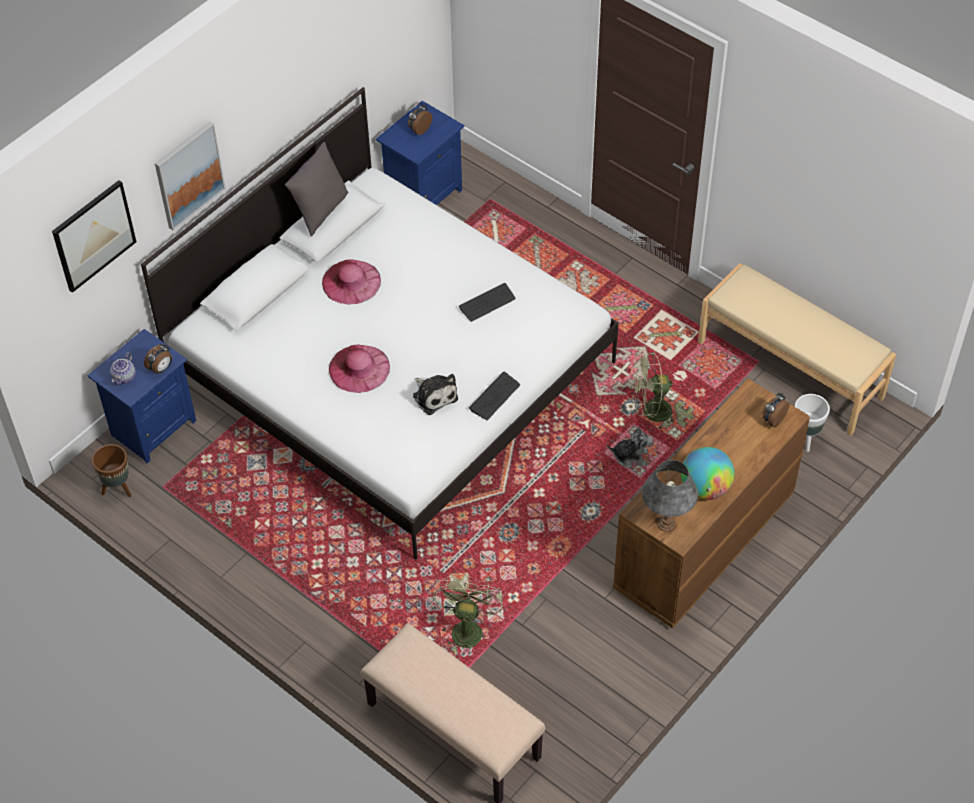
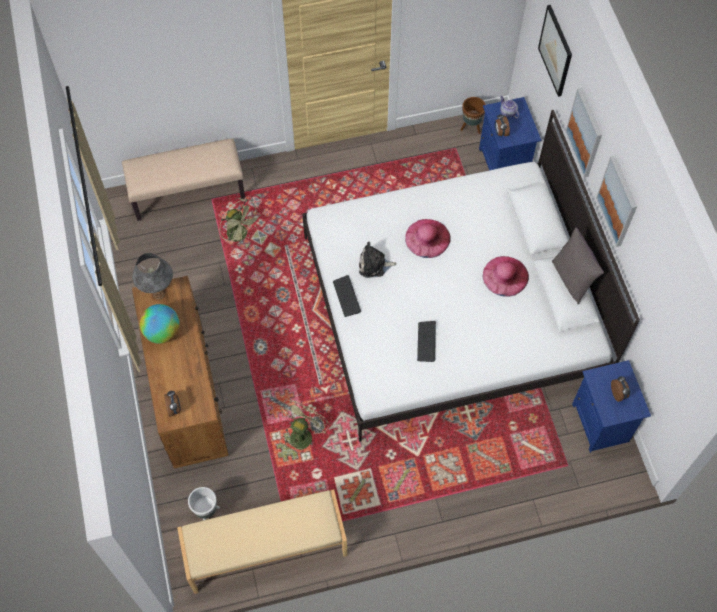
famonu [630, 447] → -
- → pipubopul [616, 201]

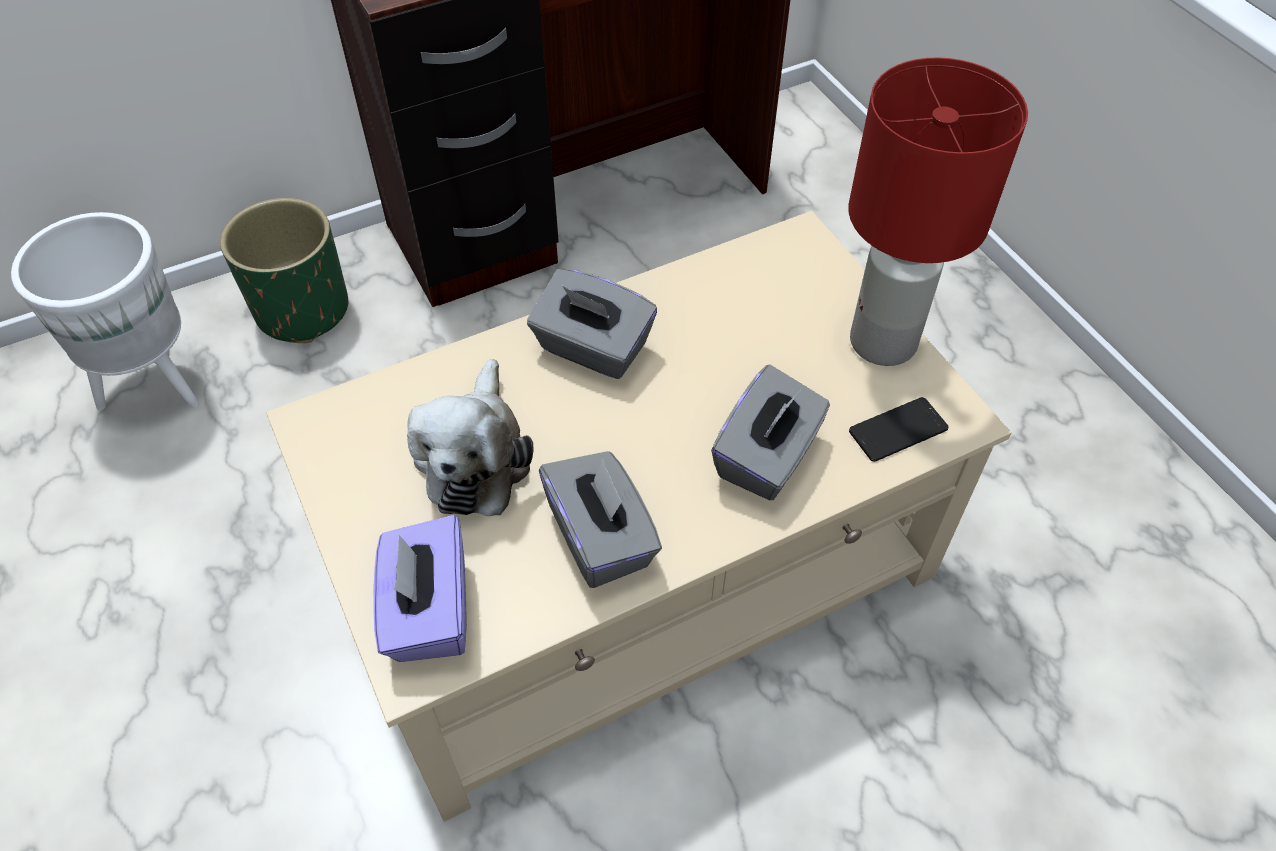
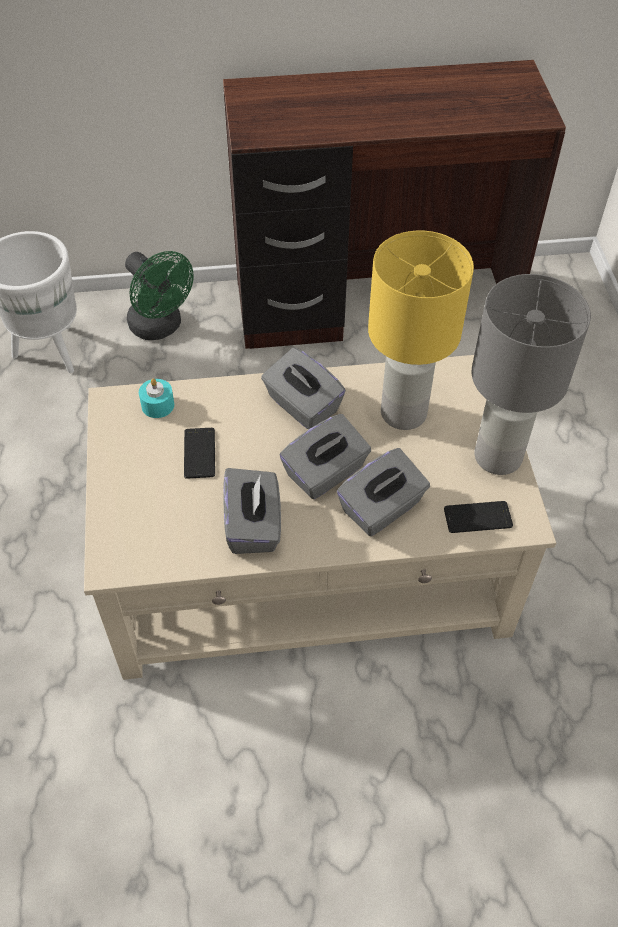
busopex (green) [284, 270] → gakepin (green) [159, 295]
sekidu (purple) [420, 588] → -
famonu [470, 437] → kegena [199, 453]
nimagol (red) [938, 211] → nimagol (grey) [531, 374]
- → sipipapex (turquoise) [156, 398]
- → sekidu (grey) [325, 456]
- → nimagol (yellow) [421, 330]

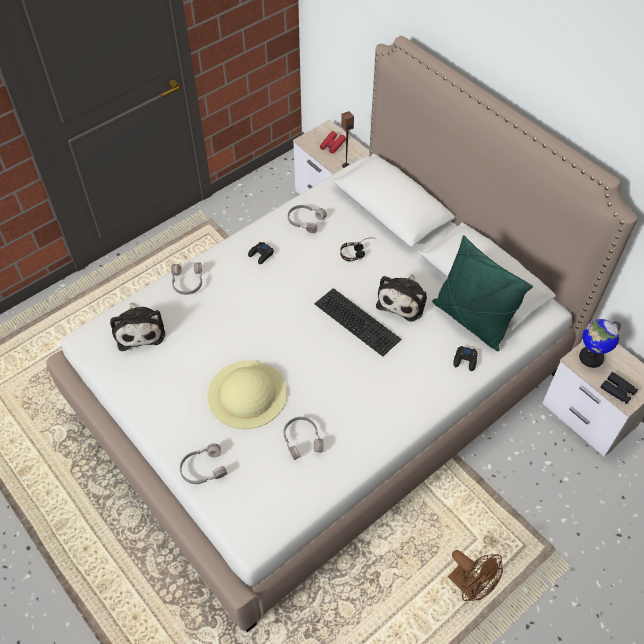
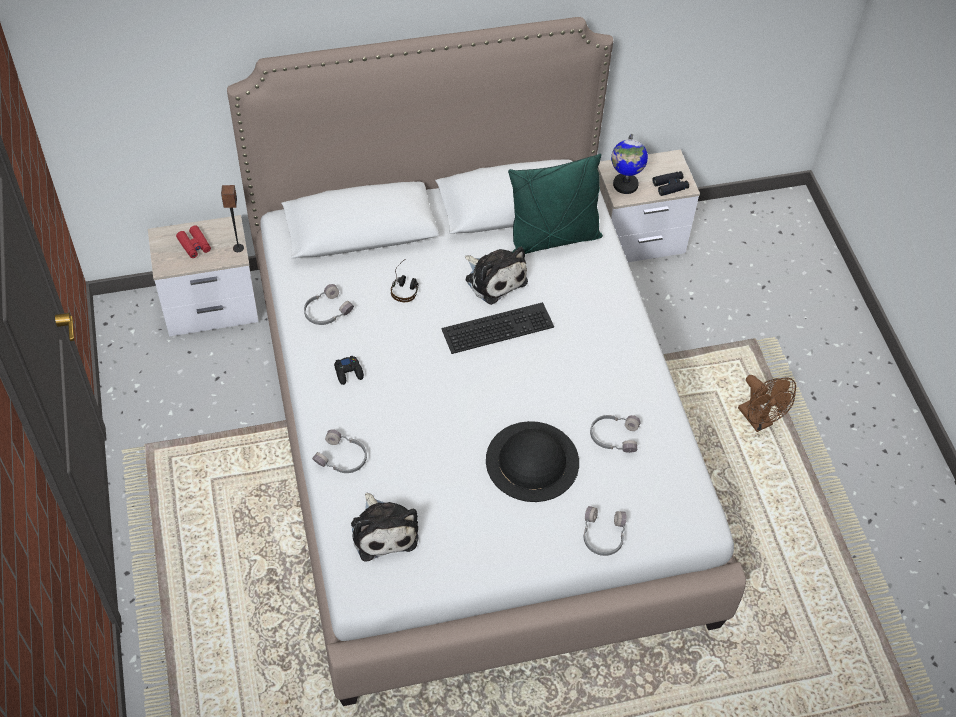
famonu [137, 327] → famonu [385, 527], 60 degrees clockwise
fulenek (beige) [247, 394] → fulenek (black) [532, 461]
gakepin (brown) [475, 575] → gakepin (brown) [767, 403], 75 degrees clockwise
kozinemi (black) [465, 358] → -

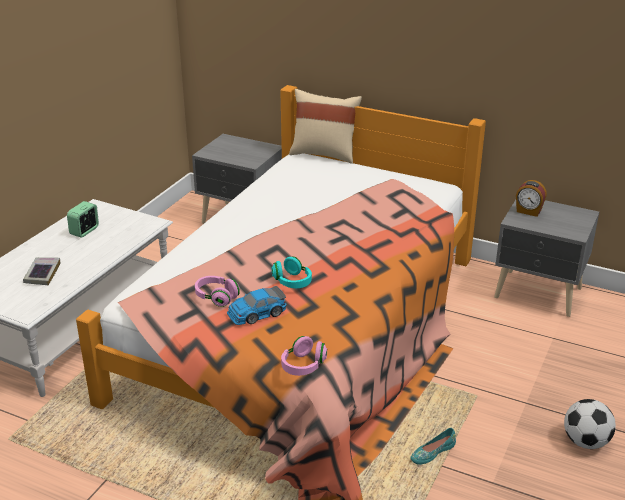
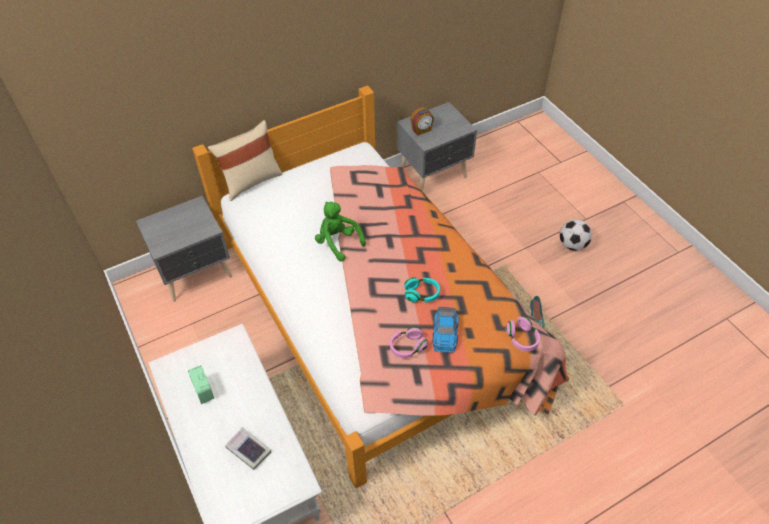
- → famonu (green) [340, 232]

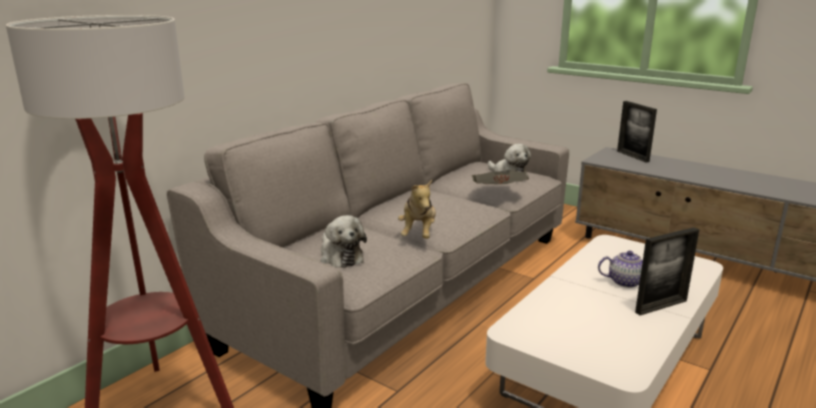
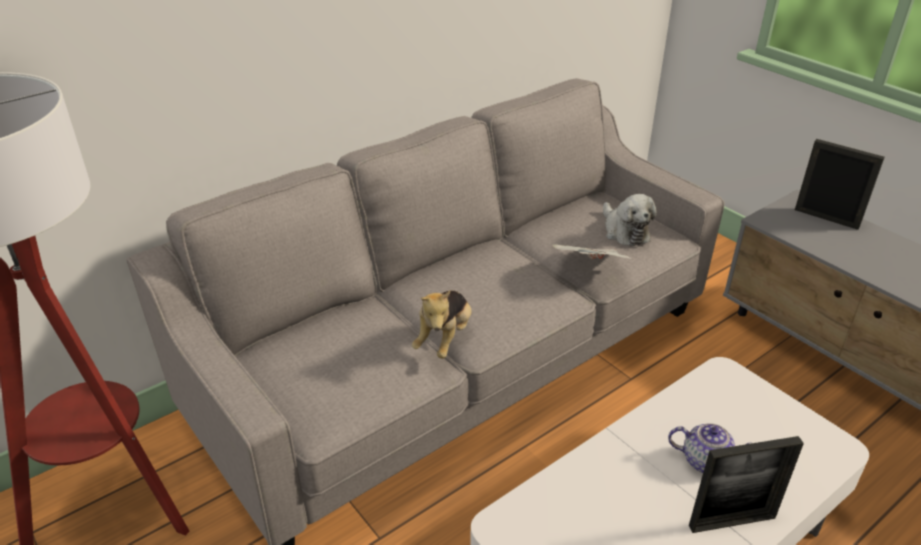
famonu [343, 241] → -
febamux [637, 132] → febamux [840, 184], 135 degrees clockwise

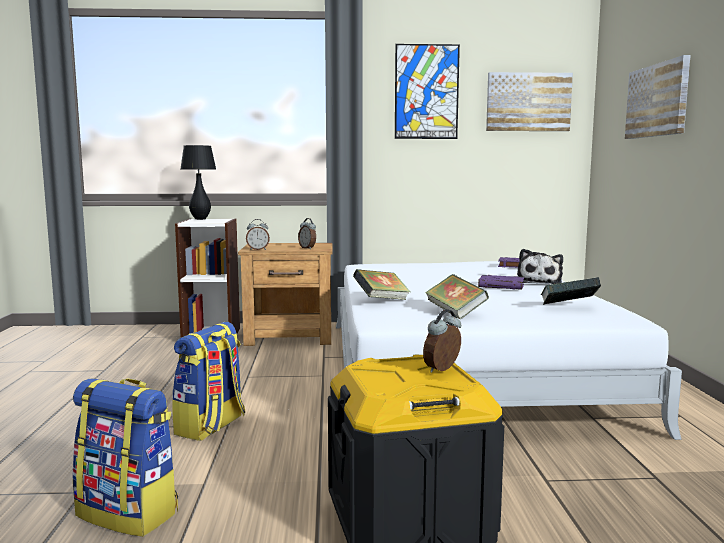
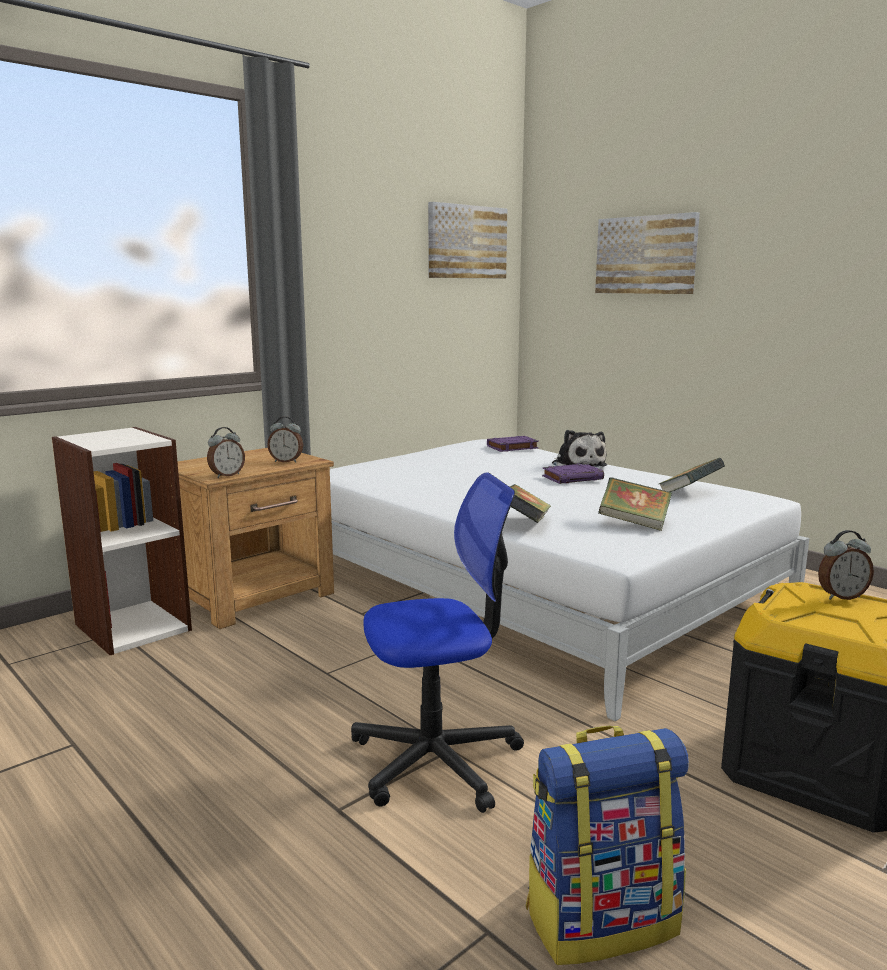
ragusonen [208, 381] → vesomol [437, 642]
nimagol (black) [198, 182] → -
pipubopul [427, 91] → -
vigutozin [442, 341] → vigutozin [846, 565], 105 degrees counterclockwise

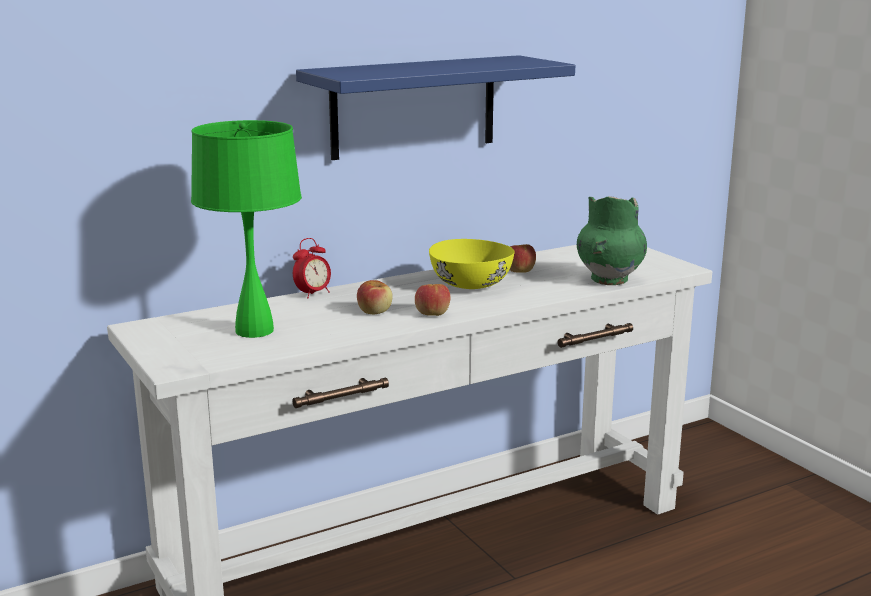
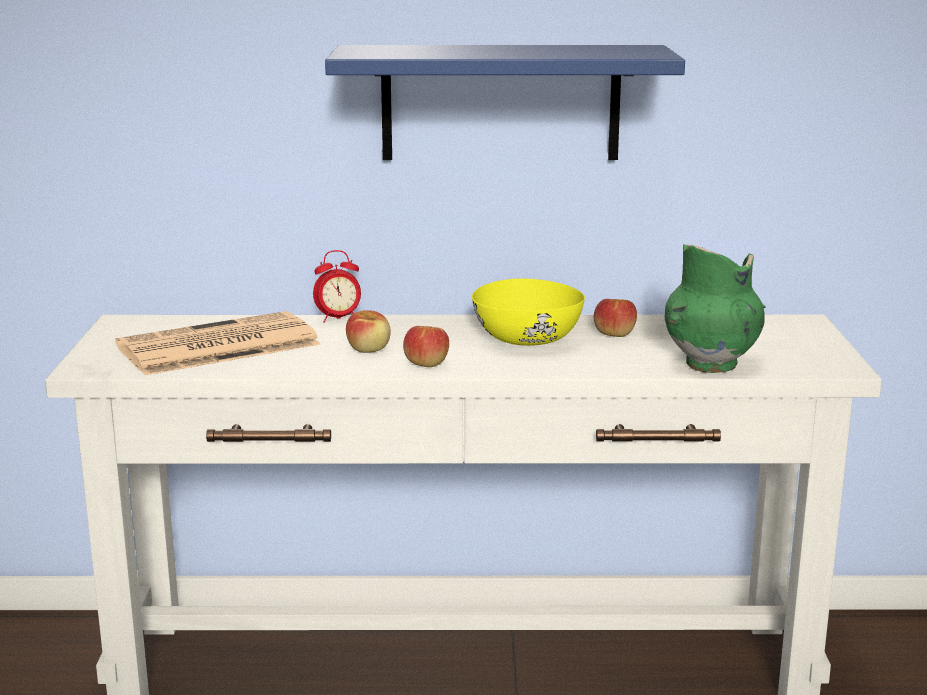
nimagol (green) [246, 229] → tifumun [217, 343]

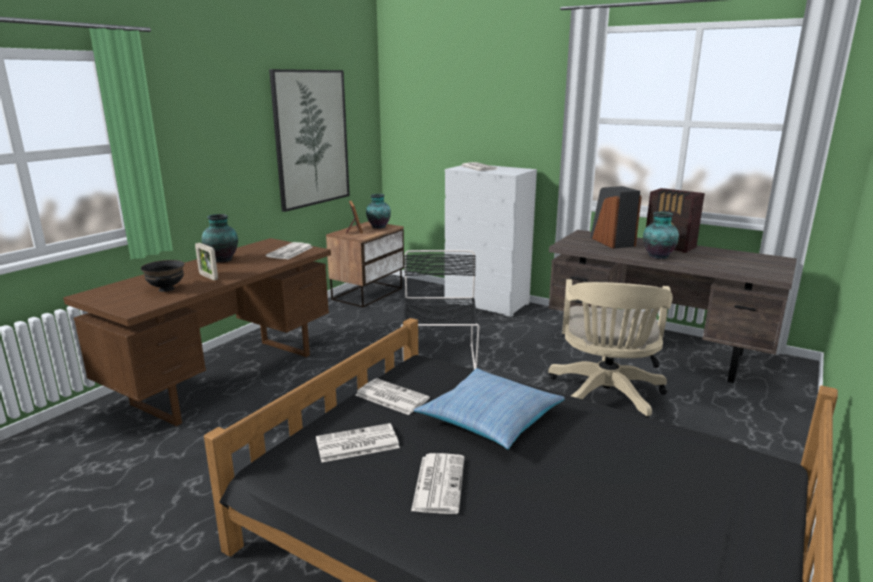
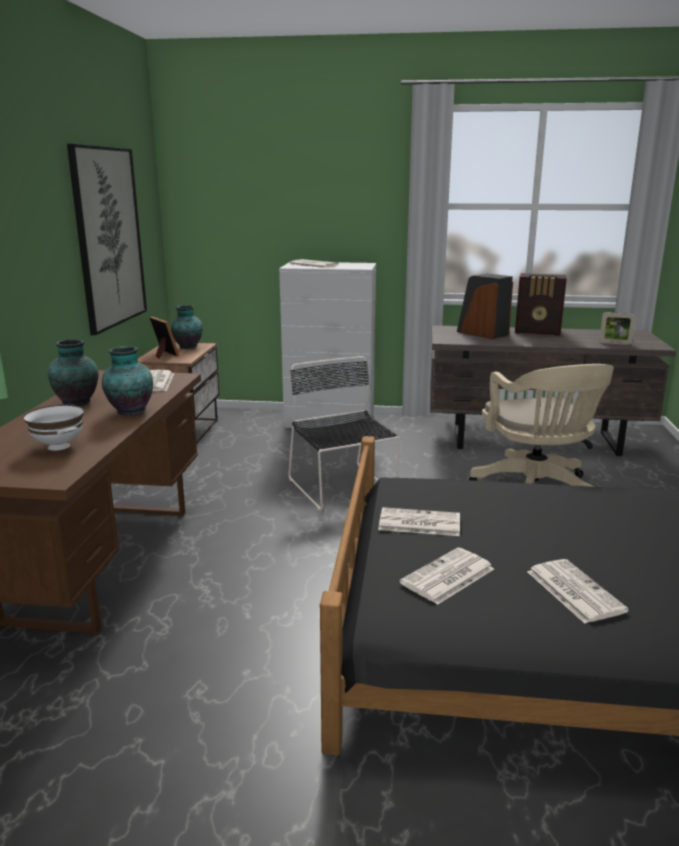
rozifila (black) [163, 276] → rozifila (white) [53, 428]
febamux [206, 261] → febamux [617, 328], shifted
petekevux [489, 409] → -
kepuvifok [661, 235] → kepuvifok [127, 381], shifted

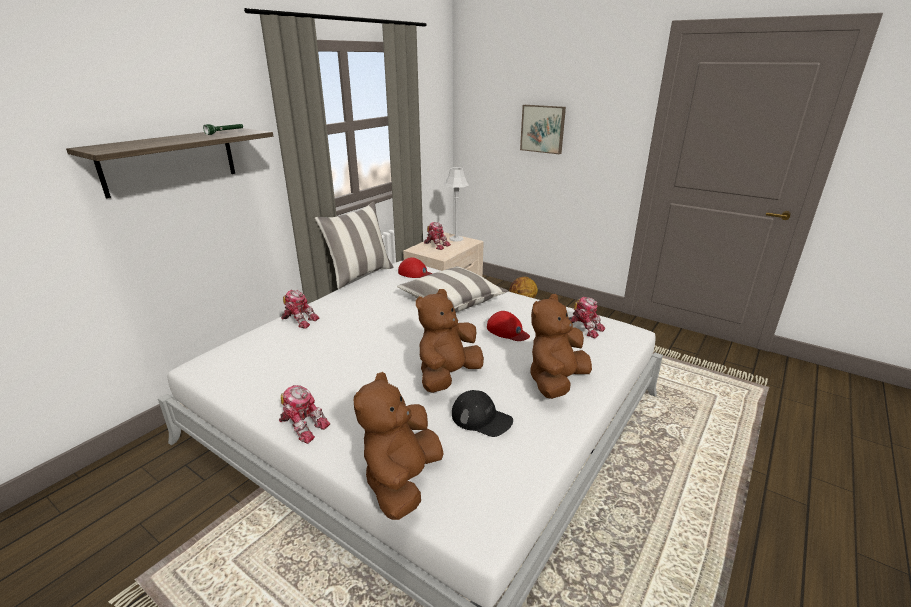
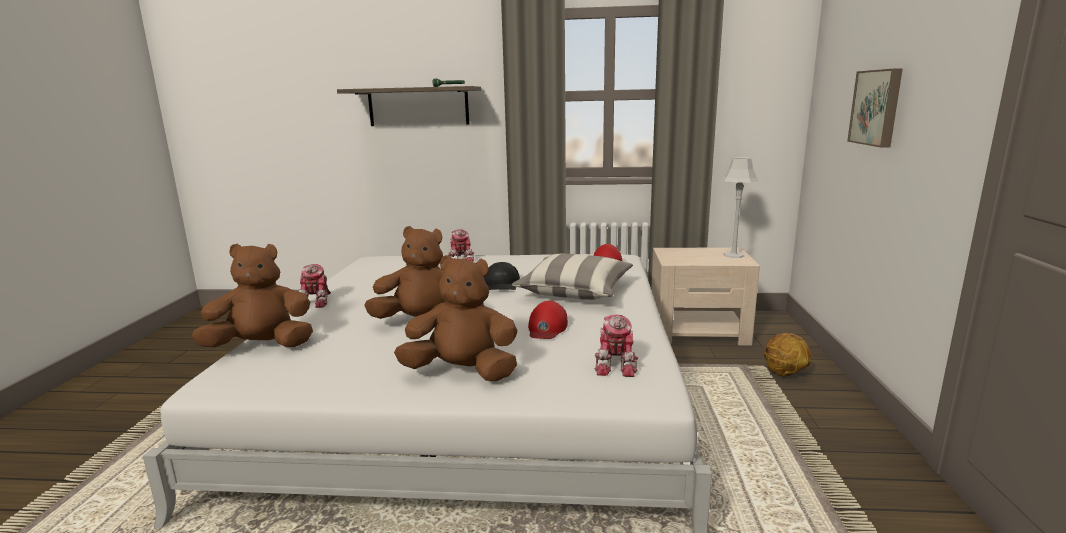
petekevux [354, 245] → -
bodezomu [437, 236] → -
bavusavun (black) [482, 413] → bavusavun (black) [502, 276], shifted

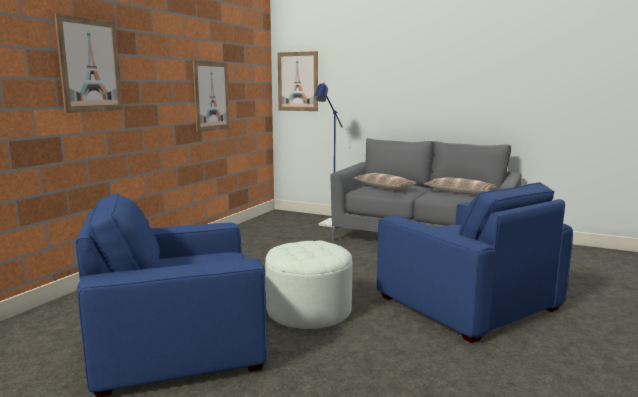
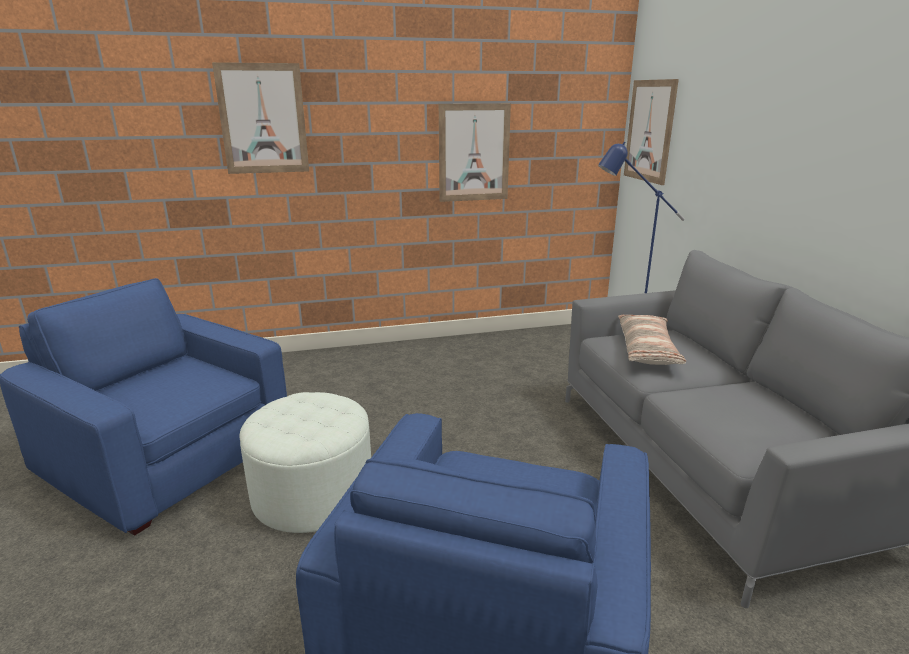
petekevux [460, 186] → -

